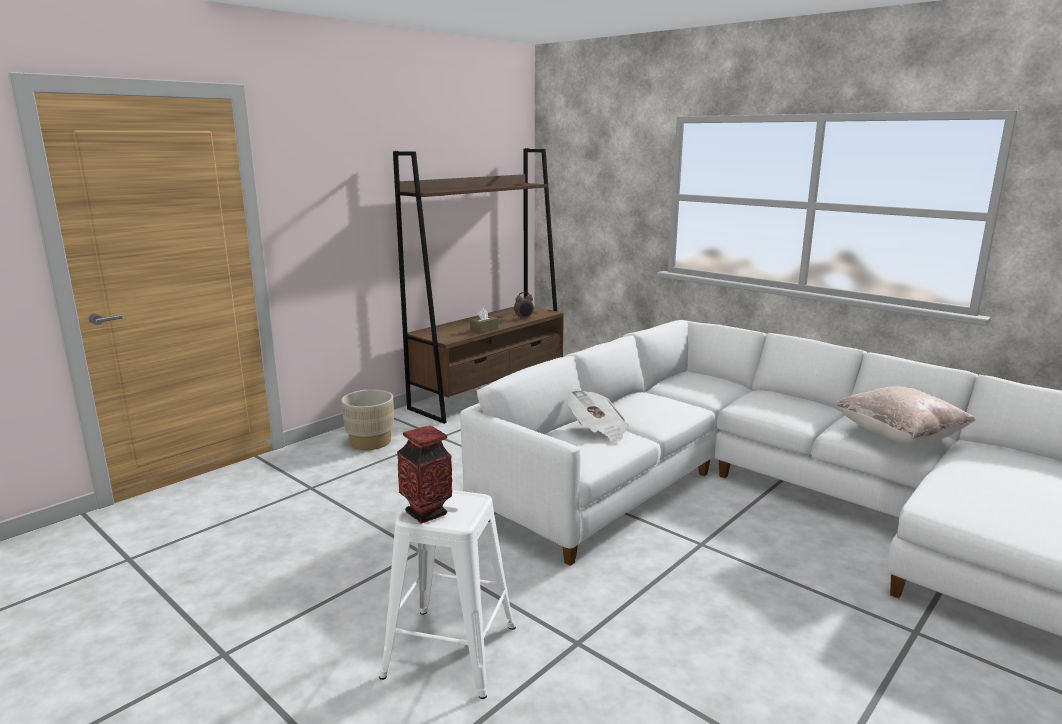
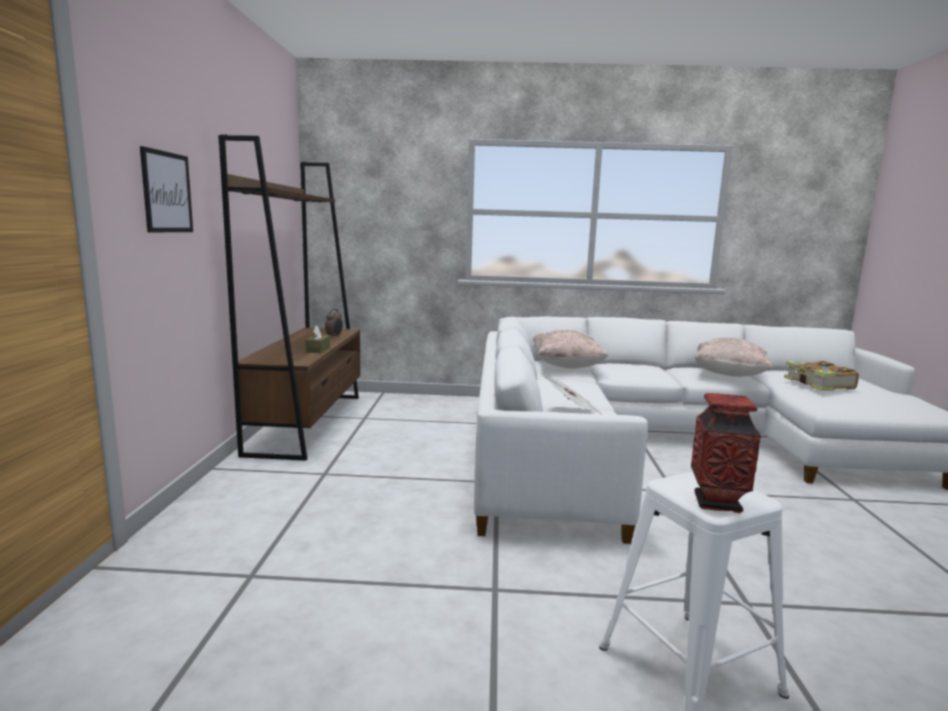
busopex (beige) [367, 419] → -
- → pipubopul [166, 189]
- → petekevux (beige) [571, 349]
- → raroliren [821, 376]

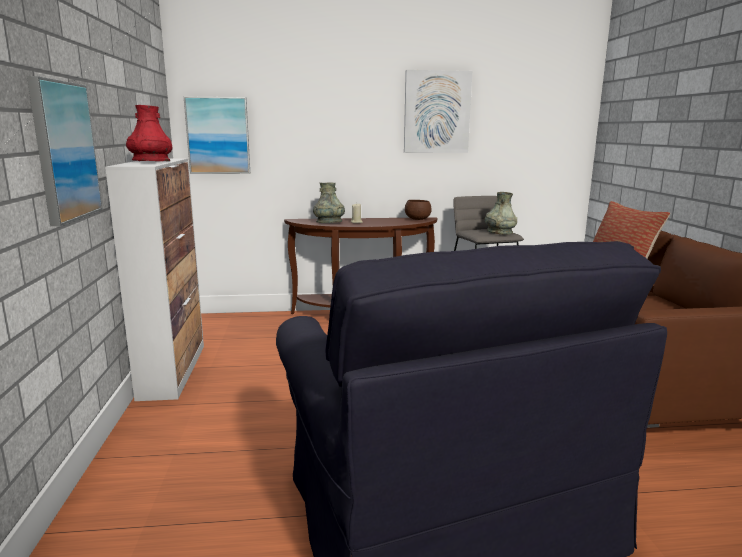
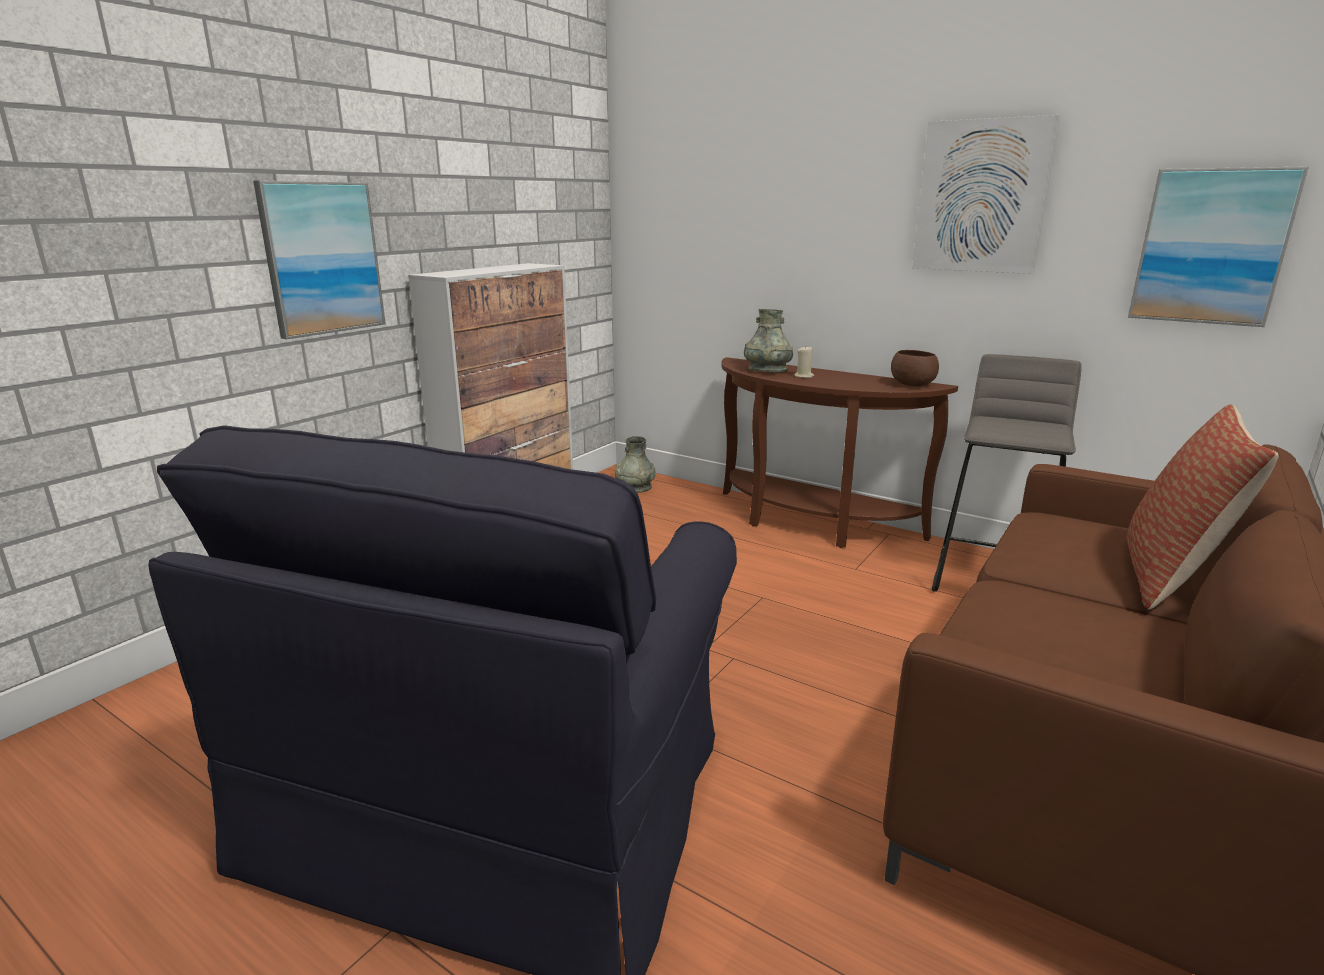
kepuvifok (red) [149, 133] → -
pipubopul [217, 135] → pipubopul [1218, 246], shifted
kepuvifok (grey) [501, 213] → kepuvifok (grey) [635, 464], shifted

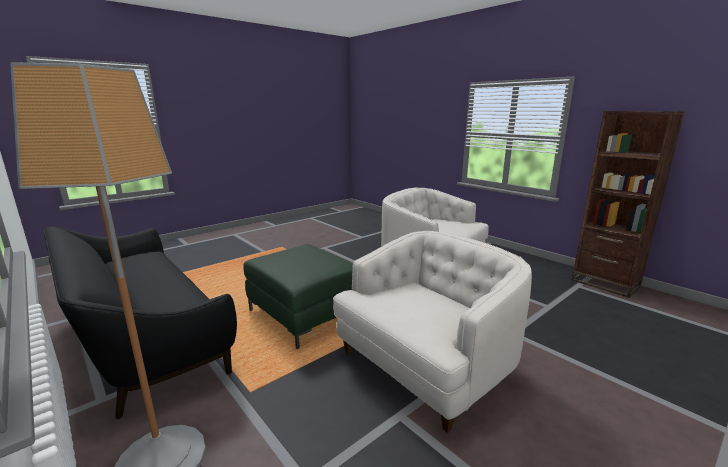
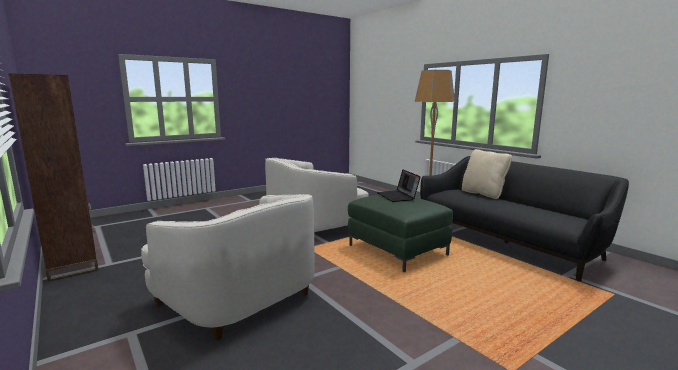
- → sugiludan [399, 186]
- → petekevux (beige) [487, 174]

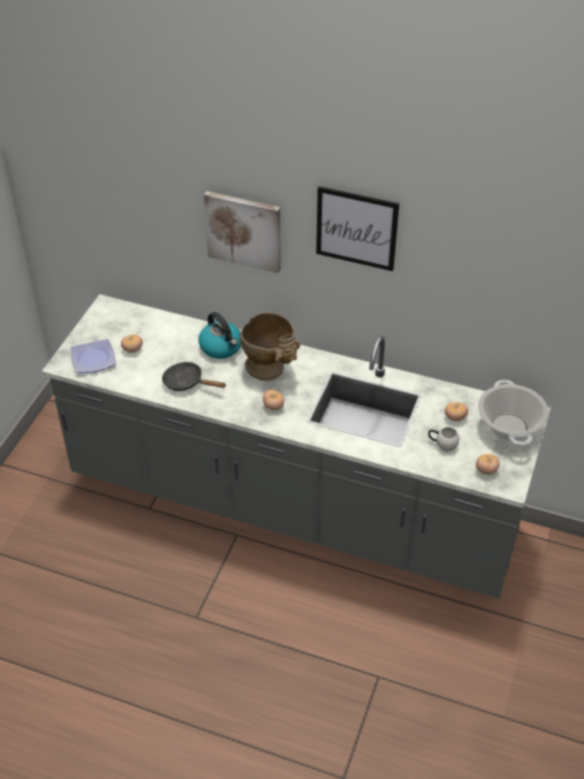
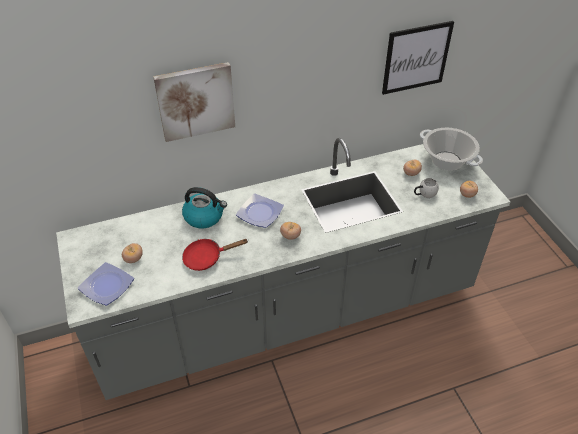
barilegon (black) [194, 376] → barilegon (red) [215, 255]
kepuvifok (beige) [270, 346] → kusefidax [260, 210]
pipubopul [357, 228] → pipubopul [418, 58], shifted

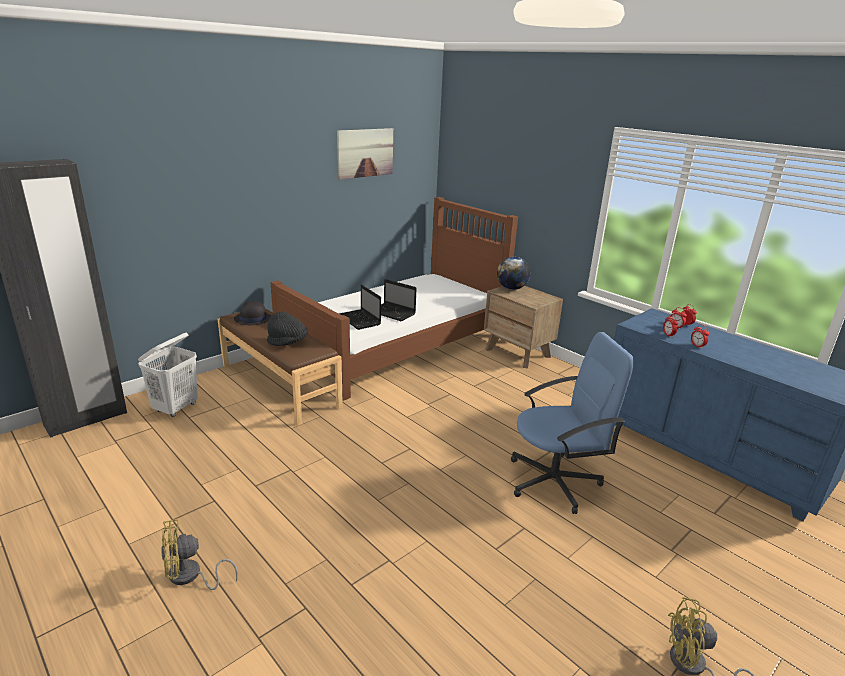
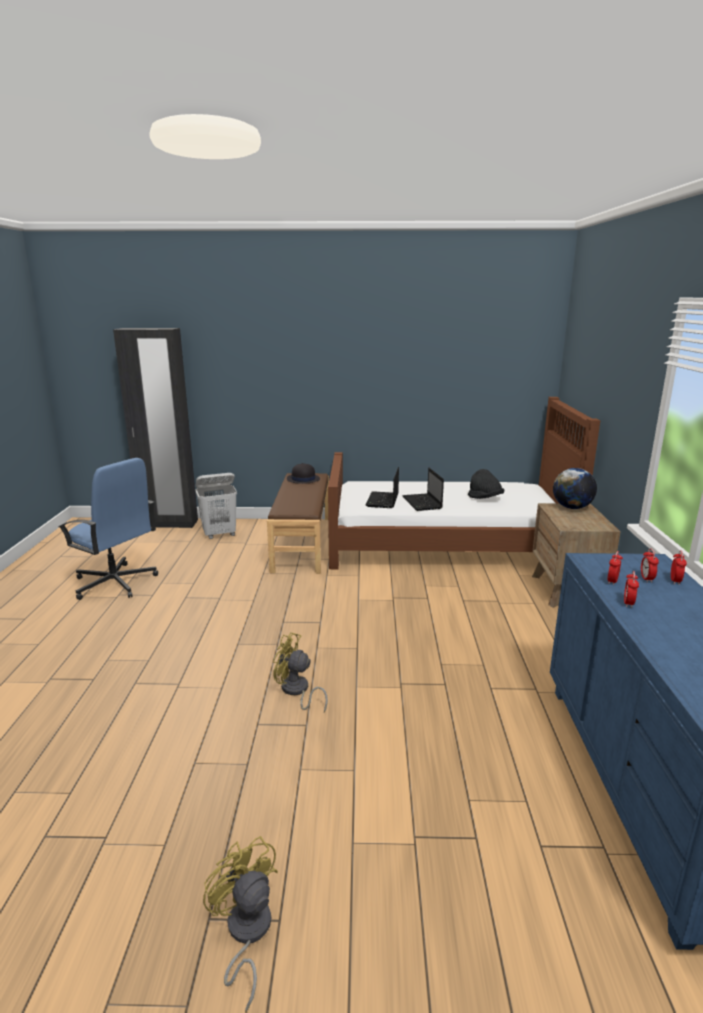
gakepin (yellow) [199, 554] → gakepin (yellow) [300, 672], shifted
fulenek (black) [288, 328] → fulenek (black) [486, 484], shifted
pipubopul [365, 154] → -
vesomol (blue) [572, 423] → vesomol (blue) [108, 529], shifted

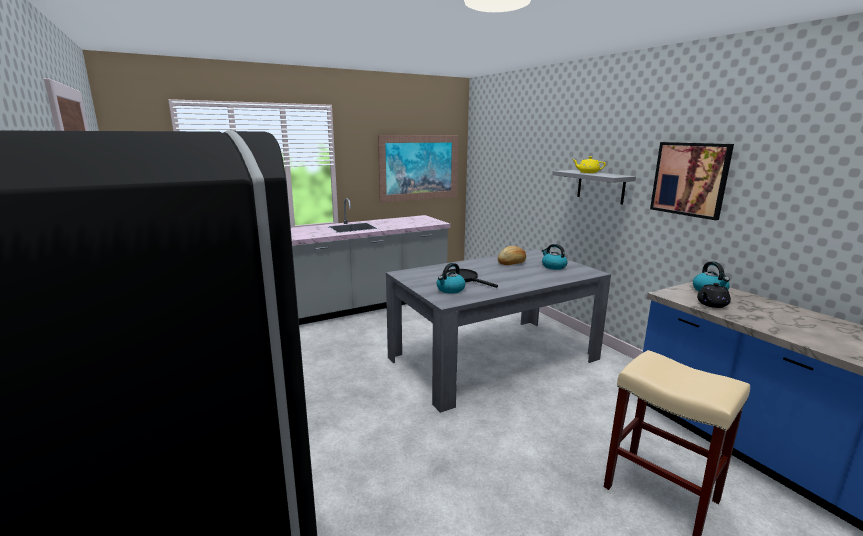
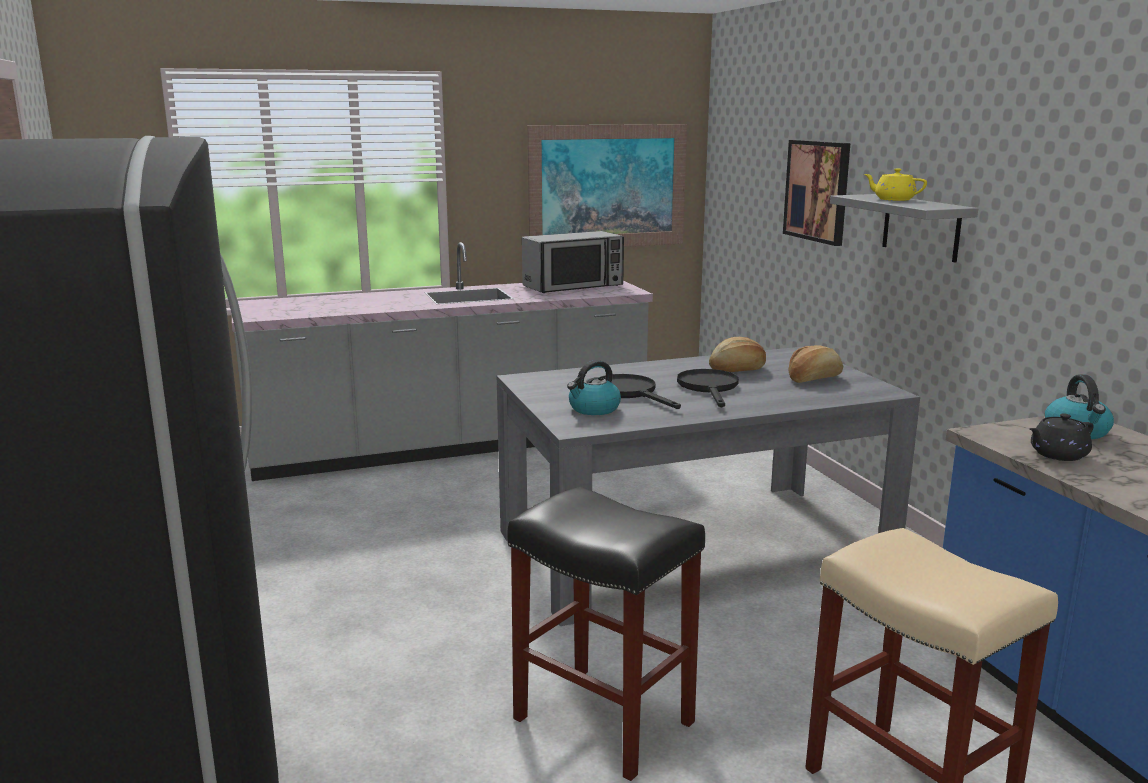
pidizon [555, 257] → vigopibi [816, 364]
pipubopul [692, 181] → pipubopul [816, 193], shifted
- → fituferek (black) [606, 634]
- → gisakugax [573, 262]
- → barilegon (black) [708, 388]

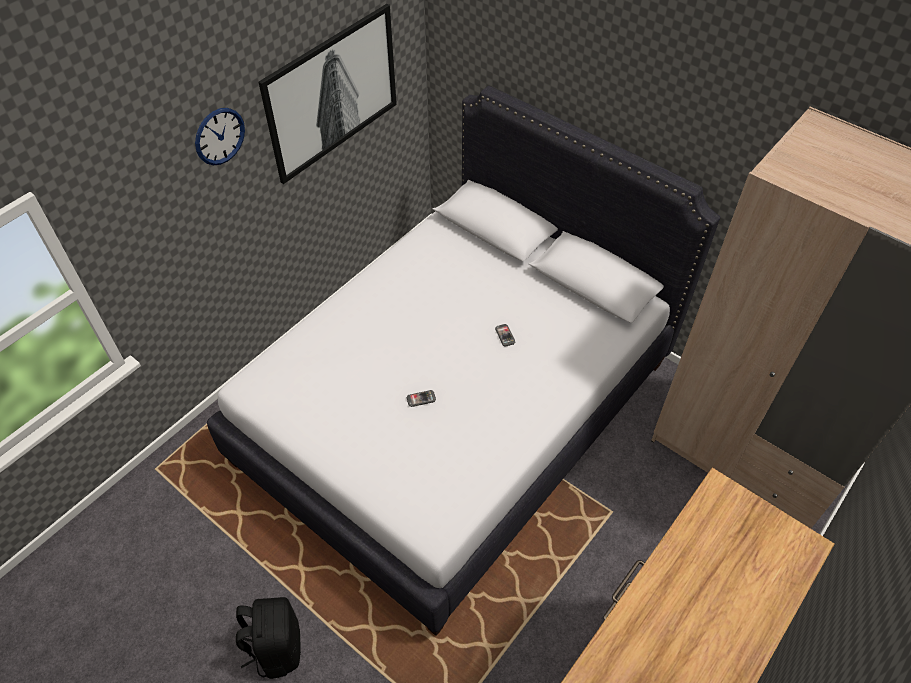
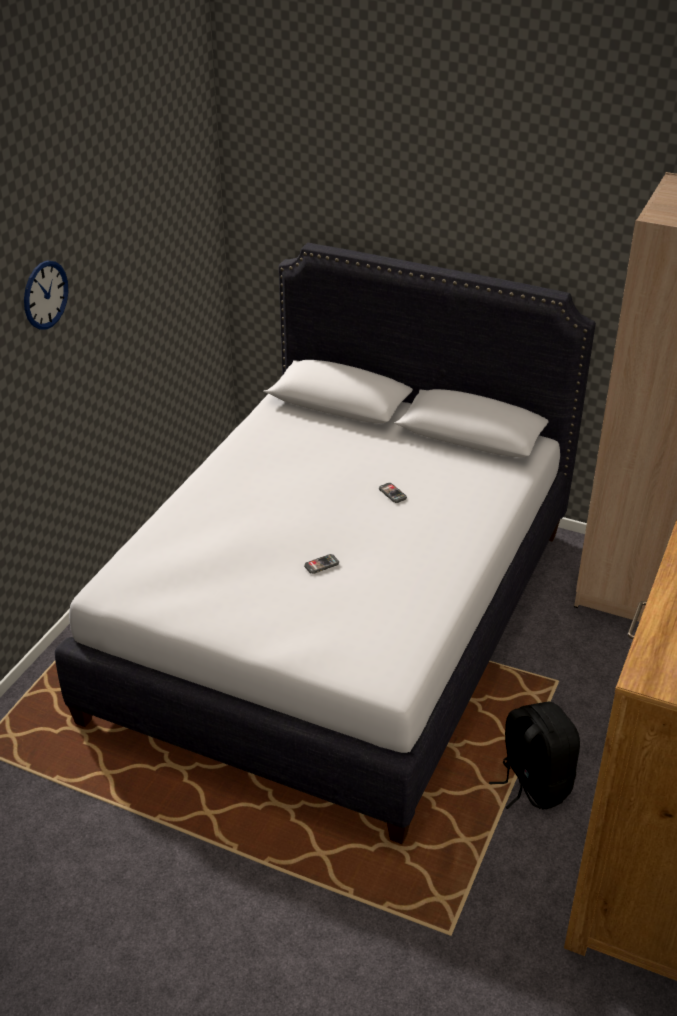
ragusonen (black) [268, 638] → ragusonen (black) [534, 755], shifted
pipubopul [327, 94] → -

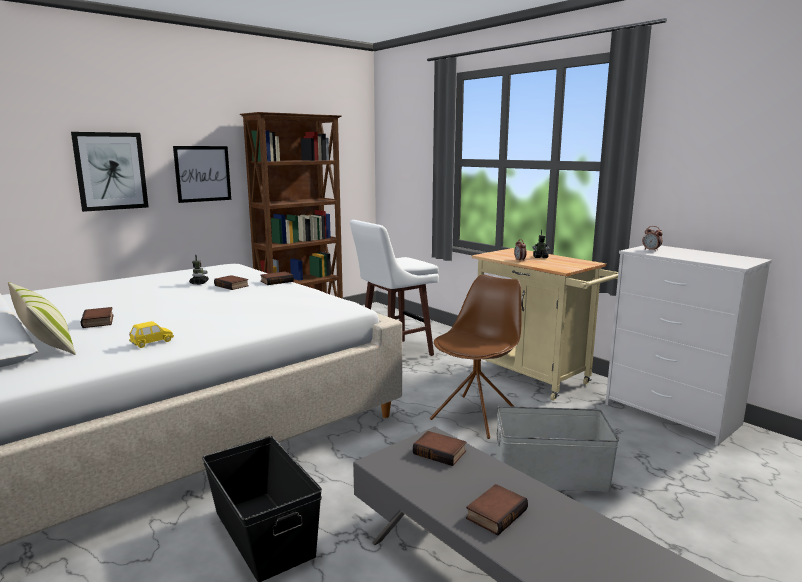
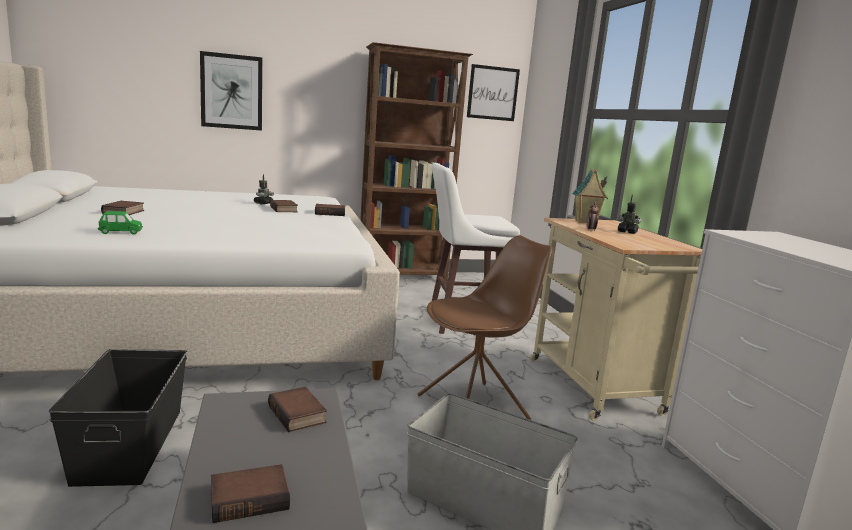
petekevux [42, 318] → -
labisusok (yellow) [151, 334] → labisusok (green) [120, 223]
pipubopul [202, 174] → pipubopul [493, 92], shifted
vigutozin [652, 238] → -
- → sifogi [590, 195]

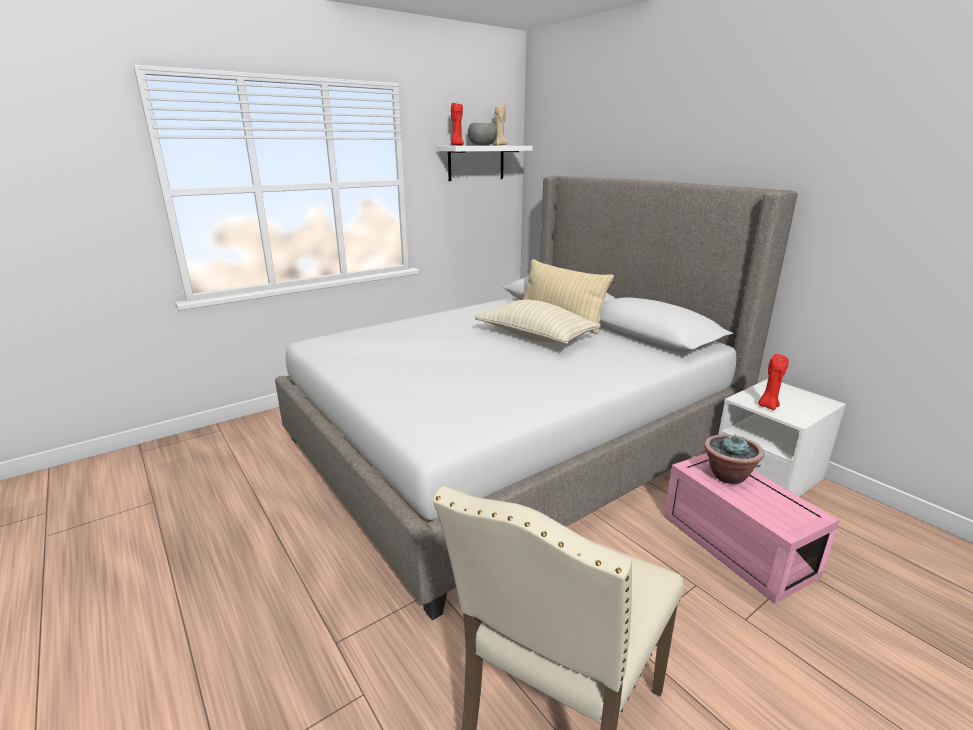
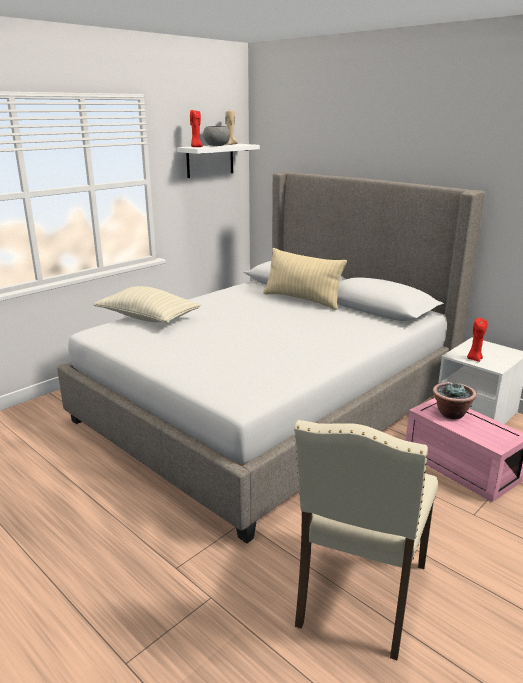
petekevux (beige) [538, 322] → petekevux (beige) [147, 304], shifted

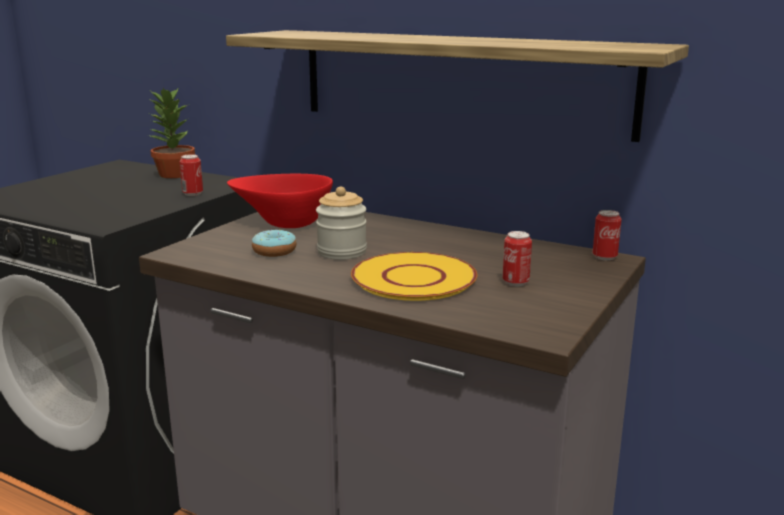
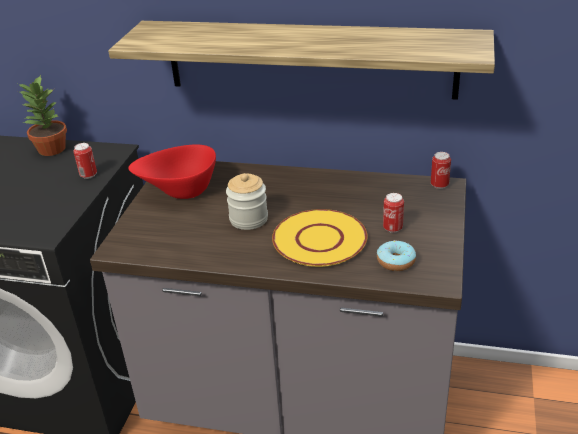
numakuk [274, 243] → numakuk [396, 255], shifted

